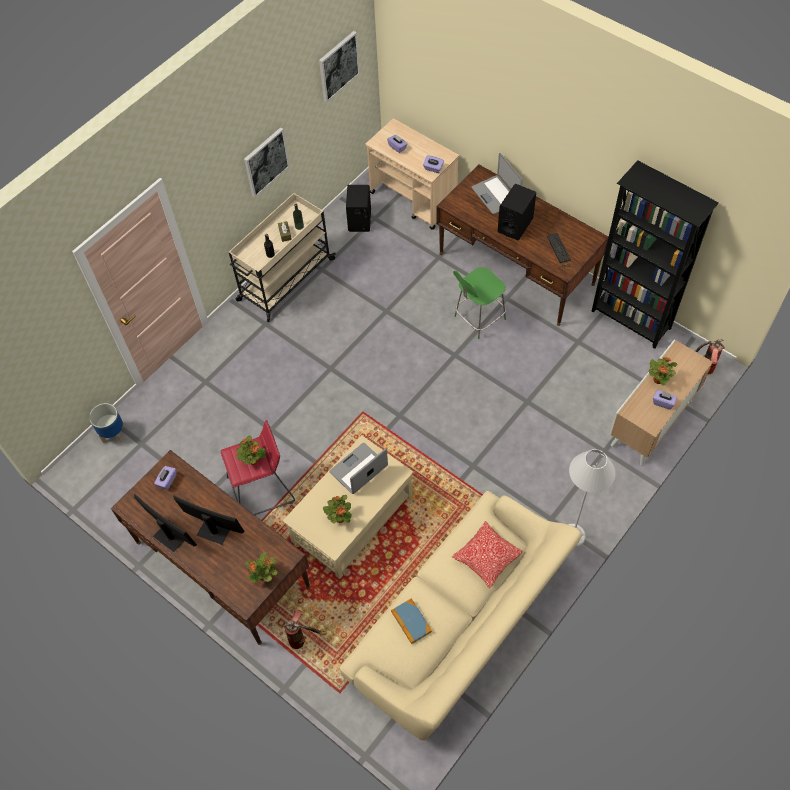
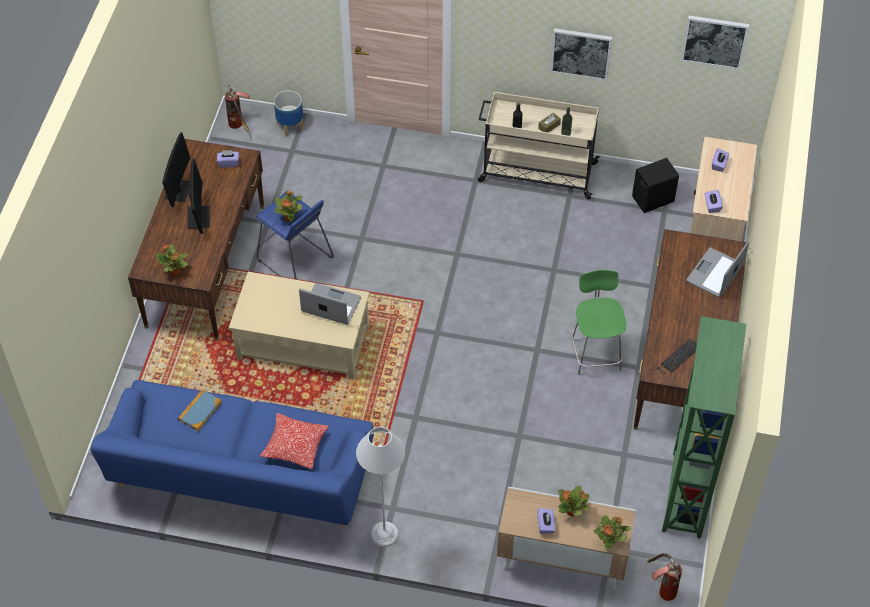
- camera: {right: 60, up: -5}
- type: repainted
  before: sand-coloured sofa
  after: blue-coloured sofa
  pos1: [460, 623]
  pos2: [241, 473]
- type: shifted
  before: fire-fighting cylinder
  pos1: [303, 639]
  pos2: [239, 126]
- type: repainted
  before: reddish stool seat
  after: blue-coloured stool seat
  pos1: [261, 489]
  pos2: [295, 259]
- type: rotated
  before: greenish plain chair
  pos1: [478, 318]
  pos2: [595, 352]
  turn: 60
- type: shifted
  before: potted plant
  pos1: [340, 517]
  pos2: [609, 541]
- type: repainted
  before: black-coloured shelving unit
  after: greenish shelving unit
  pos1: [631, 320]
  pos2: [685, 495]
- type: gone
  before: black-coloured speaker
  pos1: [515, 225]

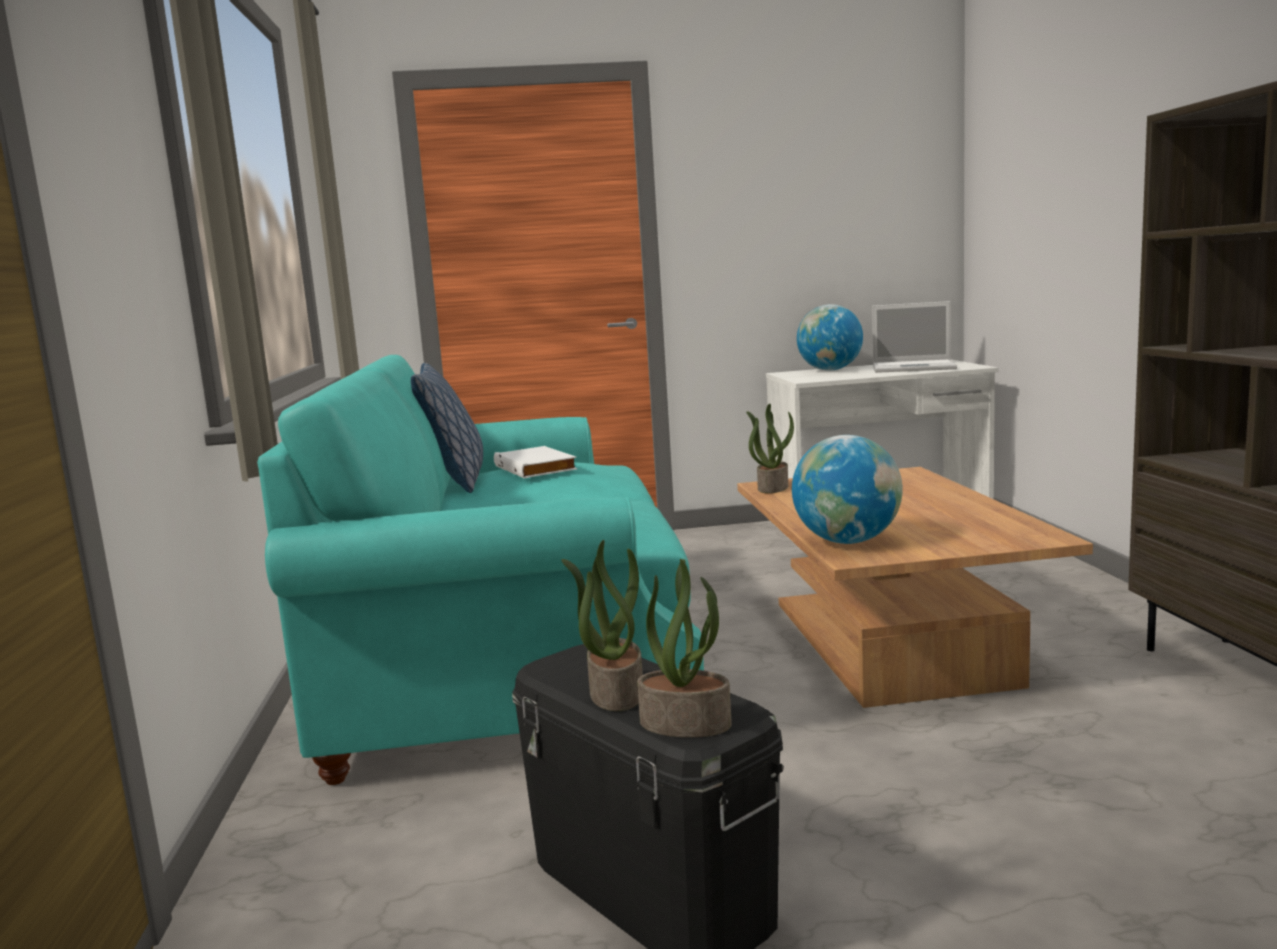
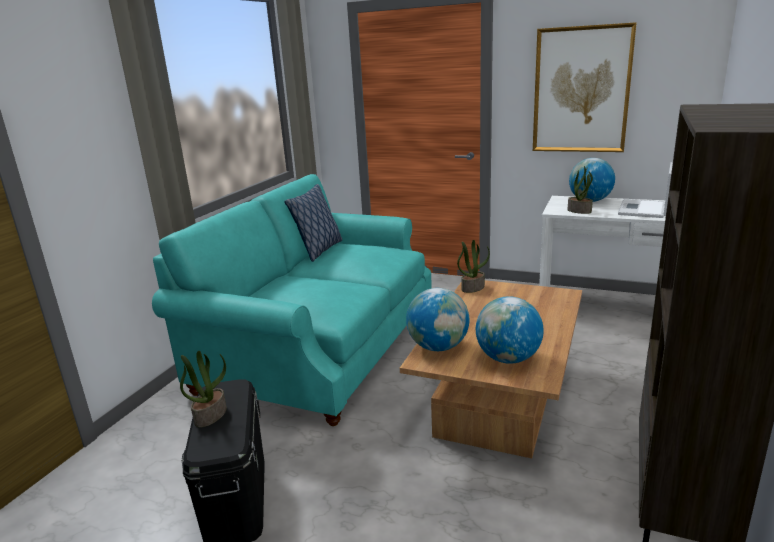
- camera: {right: 30, up: 10}
- type: new
  after: globe
  pos2: [508, 359]
- type: new
  after: wall picture
  pos2: [581, 90]
- type: shifted
  before: potted plant
  pos1: [687, 723]
  pos2: [580, 211]
- type: rotated
  before: portable computer
  pos1: [915, 367]
  pos2: [643, 209]
  turn: 75
- type: gone
  before: white bound book
  pos1: [537, 467]

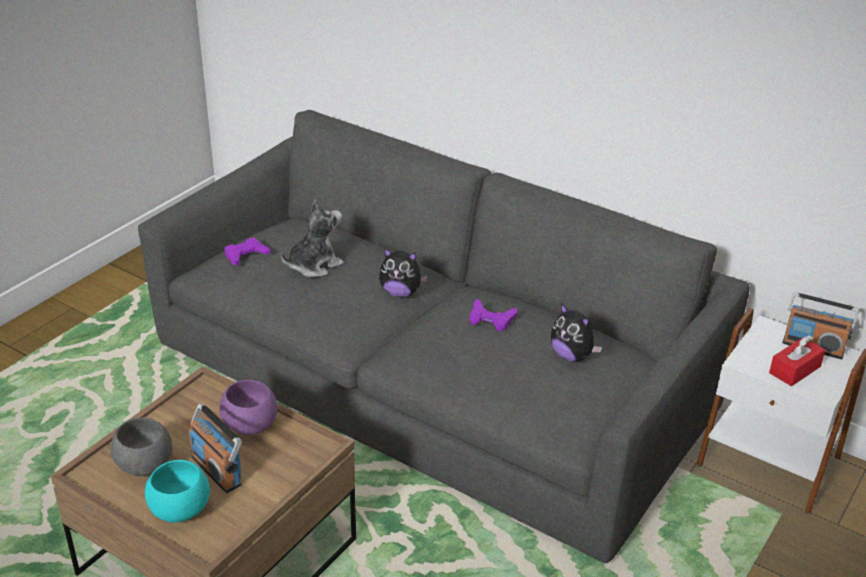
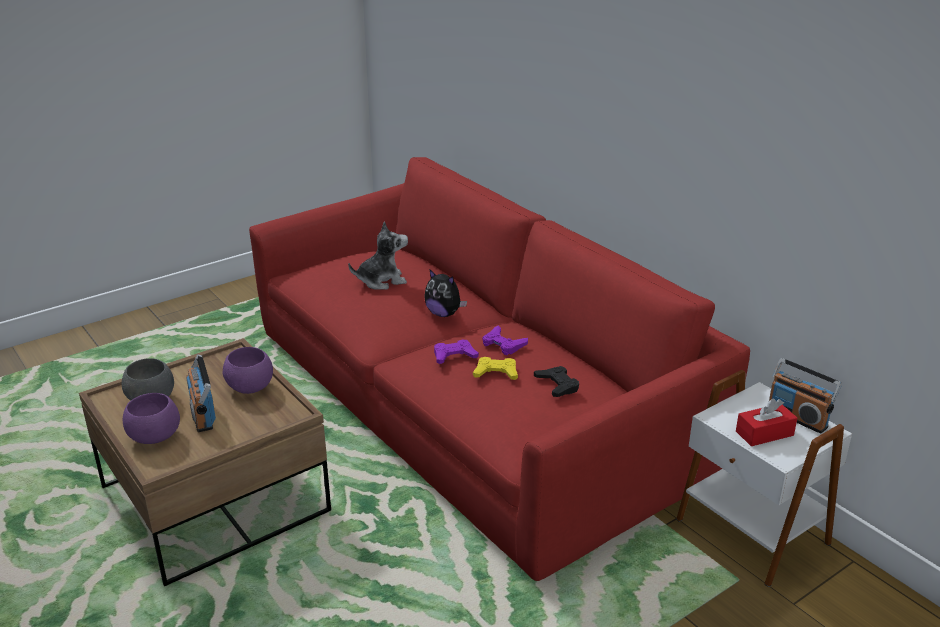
- camera: {right: 20, up: -5}
- type: repainted
  before: blue-green bowl
  after: purple bowl
  pos1: [179, 510]
  pos2: [154, 437]
- type: repainted
  before: grey sofa
  after: reddish sofa
  pos1: [431, 378]
  pos2: [470, 400]
- type: shifted
  before: purple gamepad
  pos1: [246, 255]
  pos2: [454, 356]
- type: new
  after: yellow-coloured gamepad
  pos2: [496, 373]
- type: swapped
  before: plush toy
  after: black-coloured gamepad
  pos1: [572, 356]
  pos2: [557, 385]

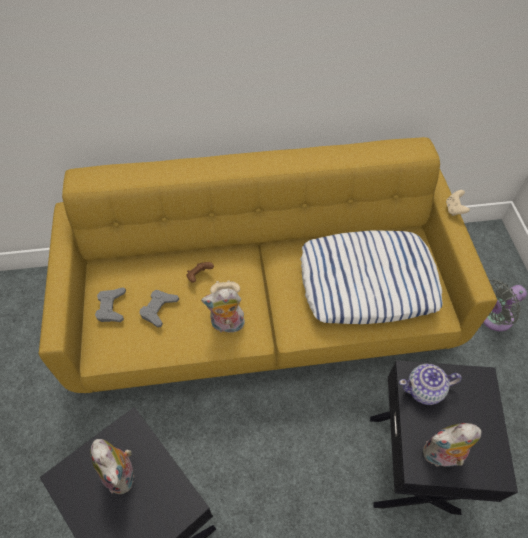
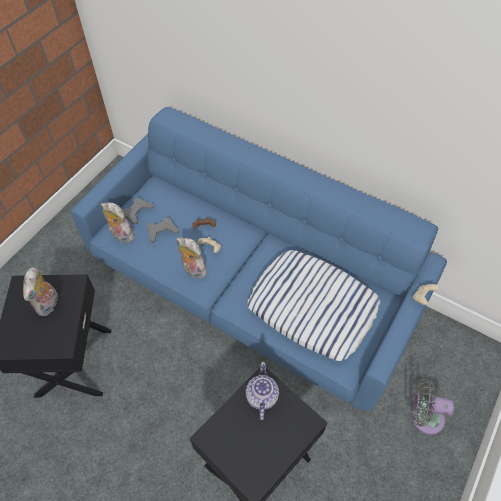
- camera: {right: 40, up: 0}
- type: repainted
  before: yellow-coloured sofa
  after: blue-coloured sofa
  pos1: [264, 312]
  pos2: [251, 288]
- type: shifted
  before: plush toy
  pos1: [441, 456]
  pos2: [121, 235]
- type: rotated
  before: teapot
  pos1: [424, 390]
  pos2: [261, 397]
  turn: 60

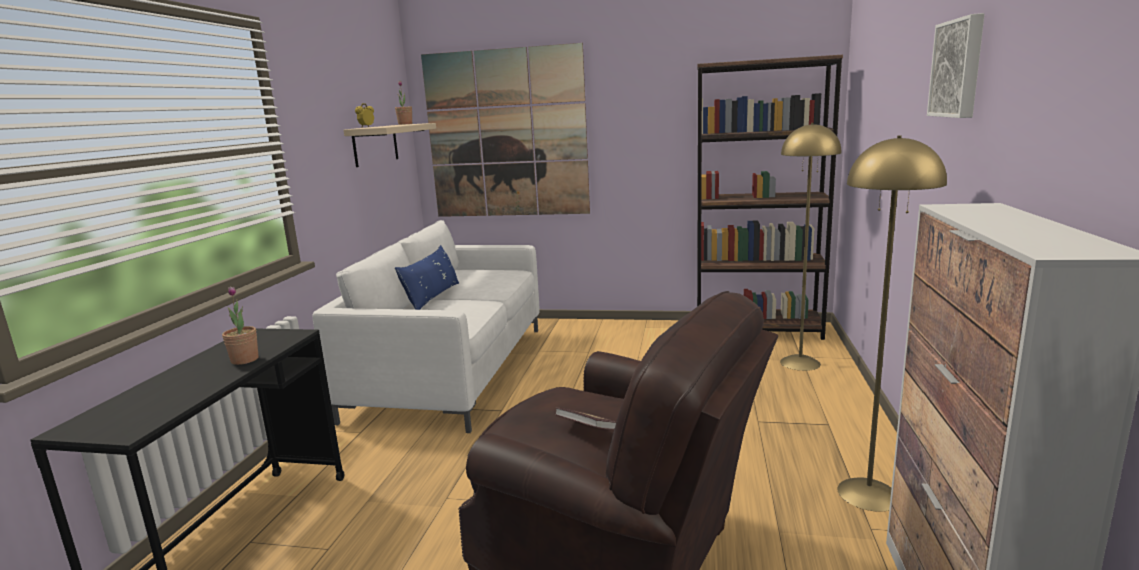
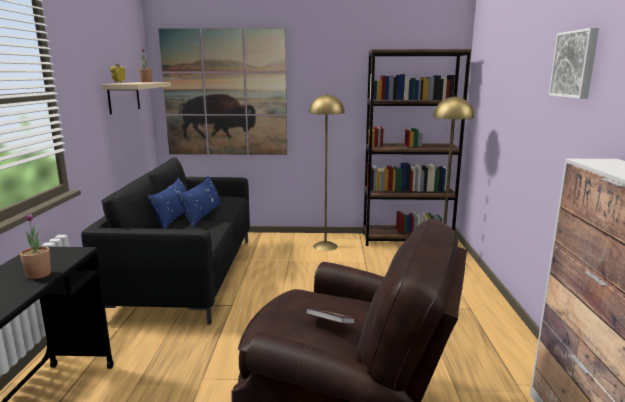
- camera: {right: -10, up: 0}
- type: repainted
  before: white sofa
  after: black-coloured sofa
  pos1: [452, 373]
  pos2: [186, 276]
- type: new
  after: blue-coloured cushion
  pos2: [202, 215]
- type: shifted
  before: yellow-coloured standard lamp
  pos1: [868, 493]
  pos2: [325, 246]

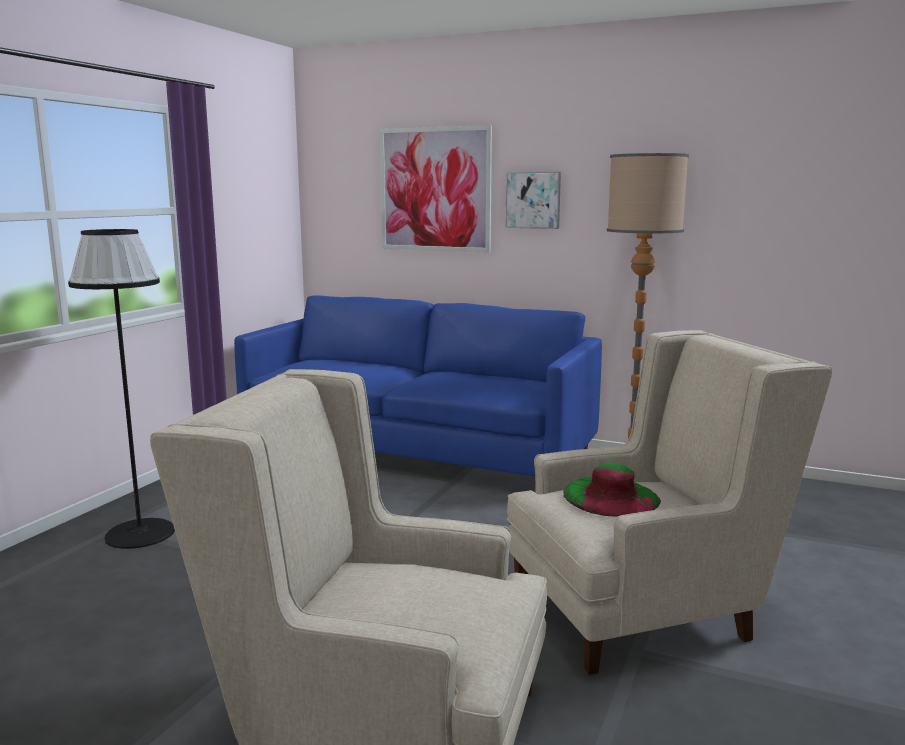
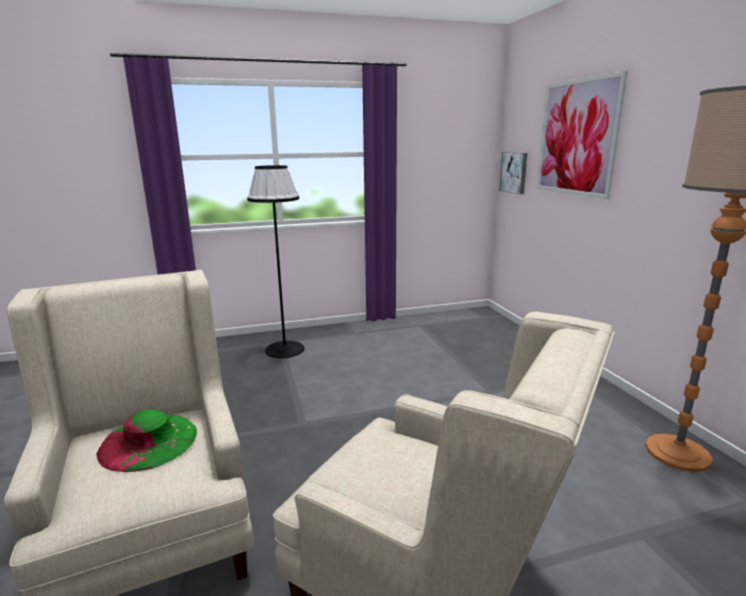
- camera: {right: 50, up: 5}
- type: shifted
  before: greenish hat
  pos1: [611, 497]
  pos2: [148, 442]
- type: shifted
  before: wall picture
  pos1: [533, 200]
  pos2: [514, 172]
- type: gone
  before: blue-coloured sofa
  pos1: [418, 451]

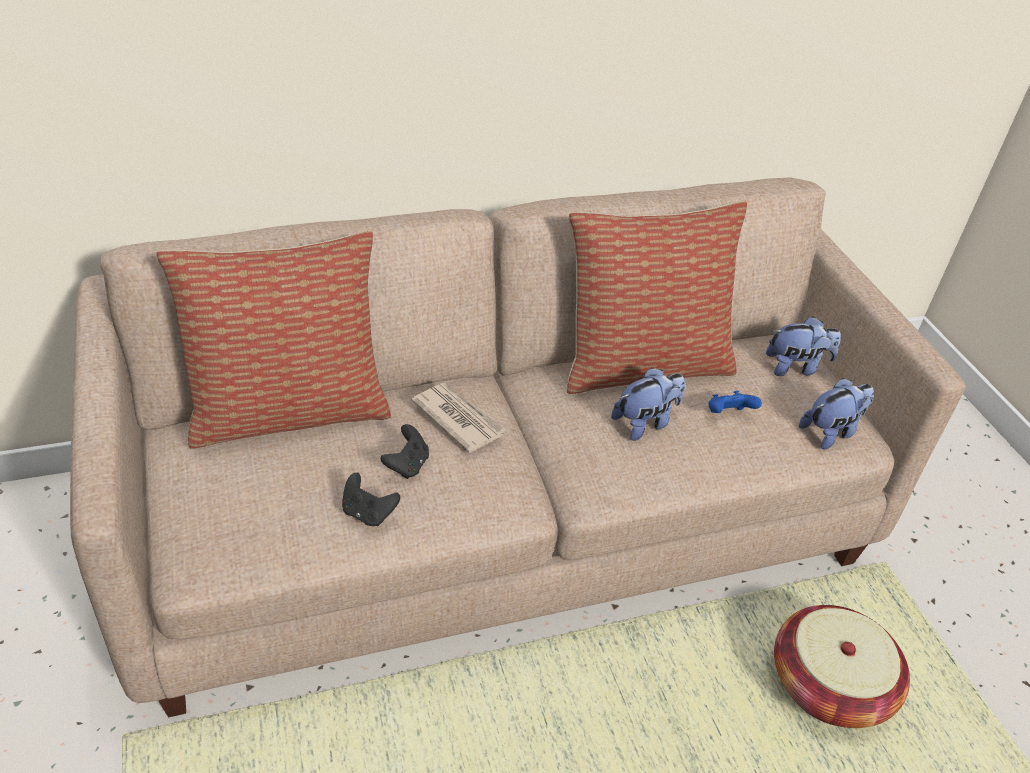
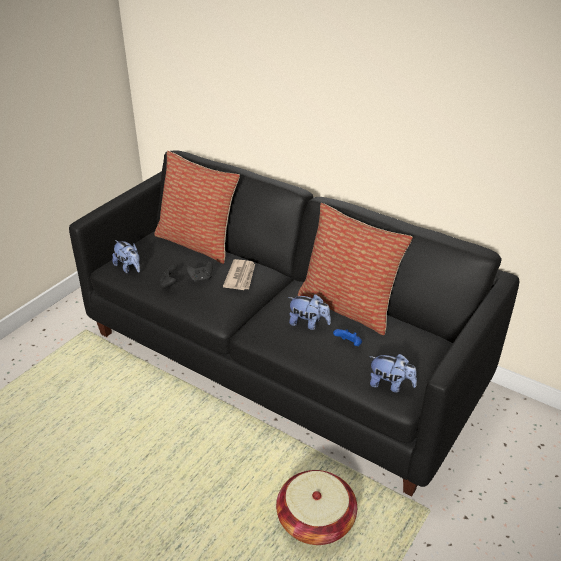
- camera: {right: 55, up: -5}
- type: repainted
  before: sand-coloured sofa
  after: black-coloured sofa
  pos1: [502, 519]
  pos2: [281, 359]
- type: shifted
  before: plush toy
  pos1: [795, 367]
  pos2: [129, 268]

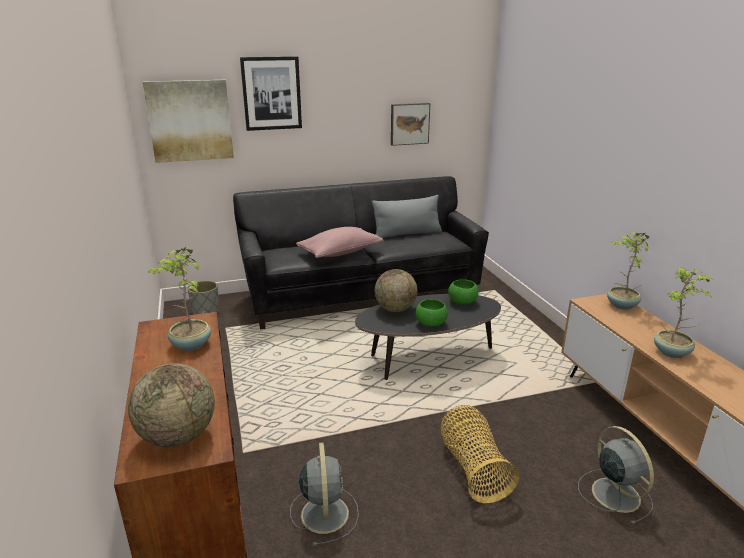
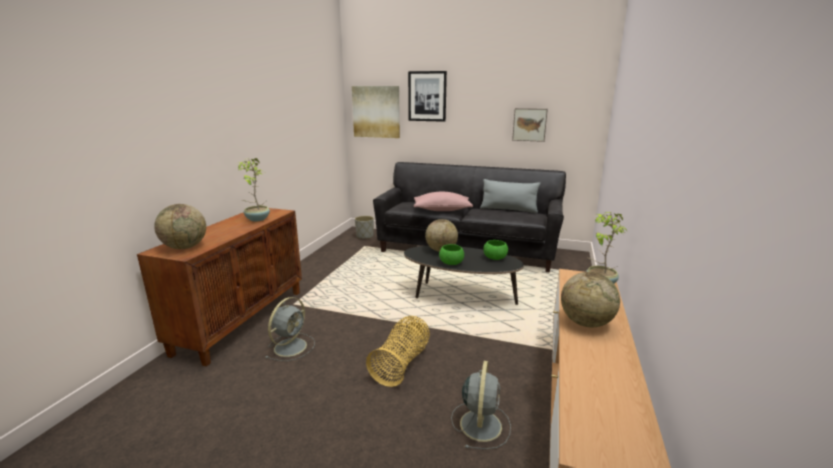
- camera: {right: 35, up: -5}
- type: swapped
  before: potted plant
  after: globe
  pos1: [672, 352]
  pos2: [585, 323]

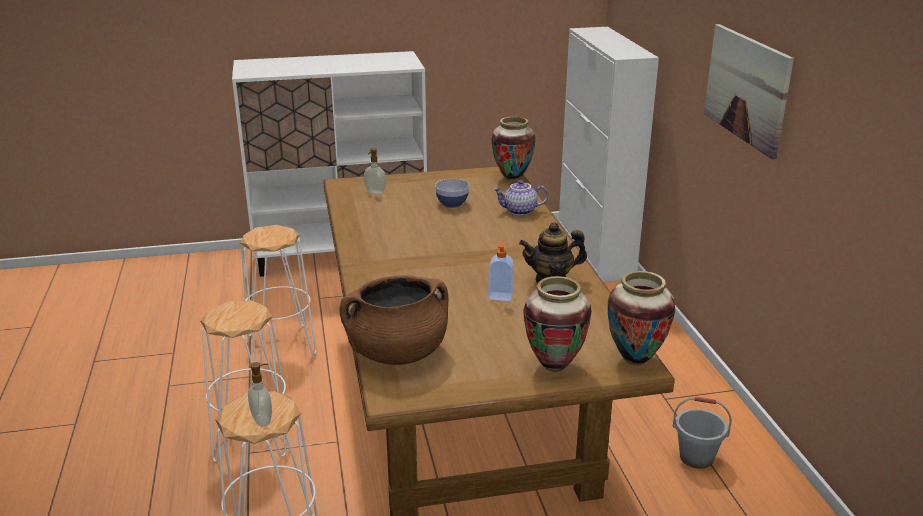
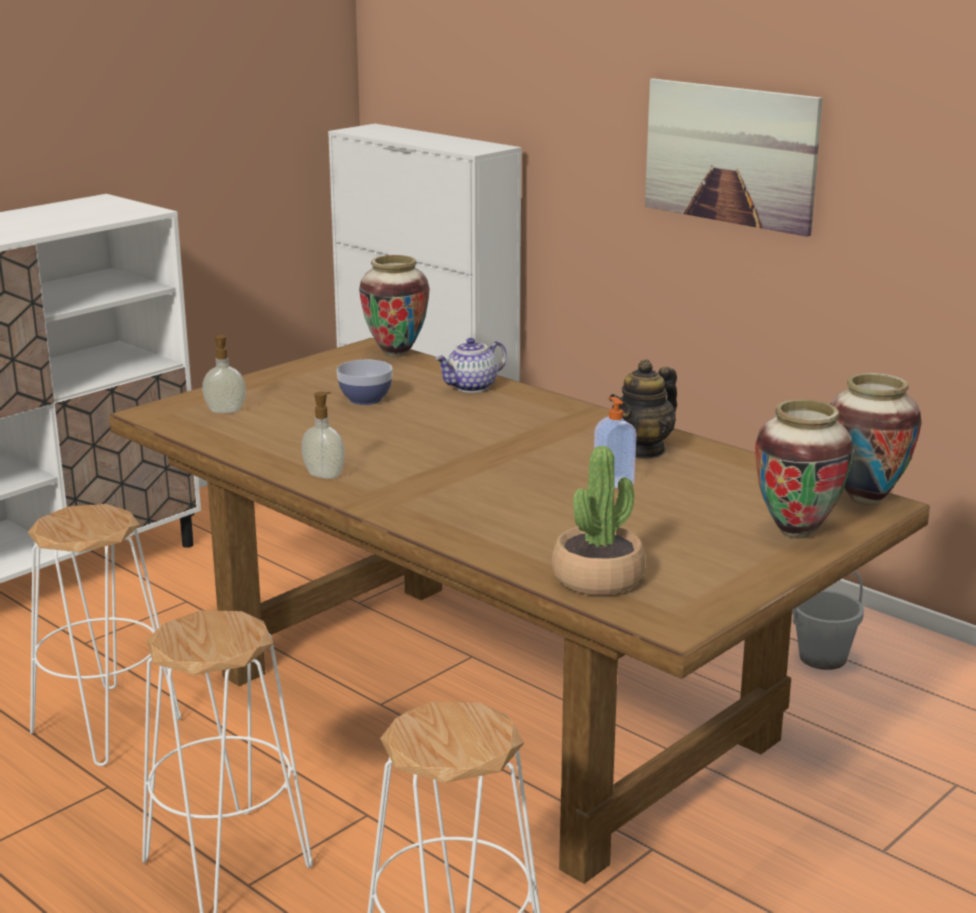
- camera: {right: -35, up: -5}
- type: shifted
  before: liquid soap bottle
  pos1: [263, 420]
  pos2: [325, 475]
- type: swapped
  before: brown stockpot
  after: potted plant
  pos1: [397, 353]
  pos2: [598, 578]

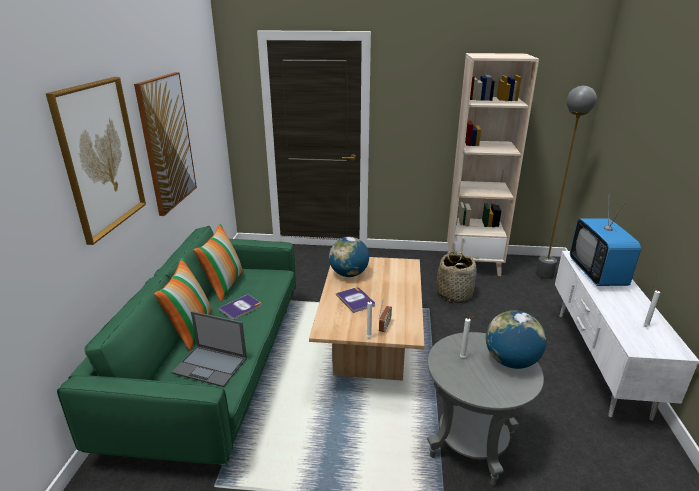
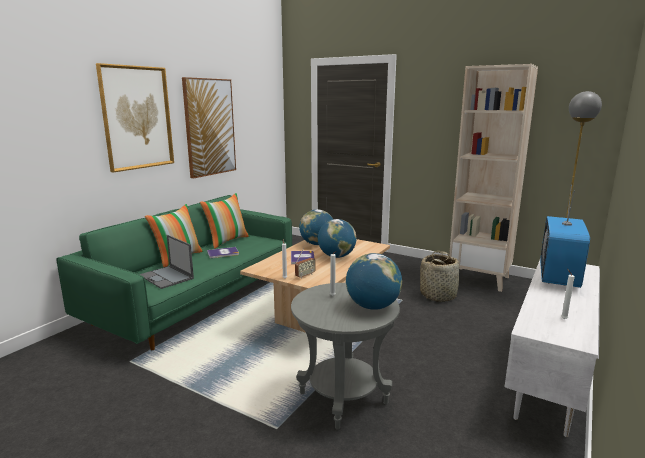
- camera: {right: 25, up: -10}
- type: new
  after: globe
  pos2: [336, 256]

